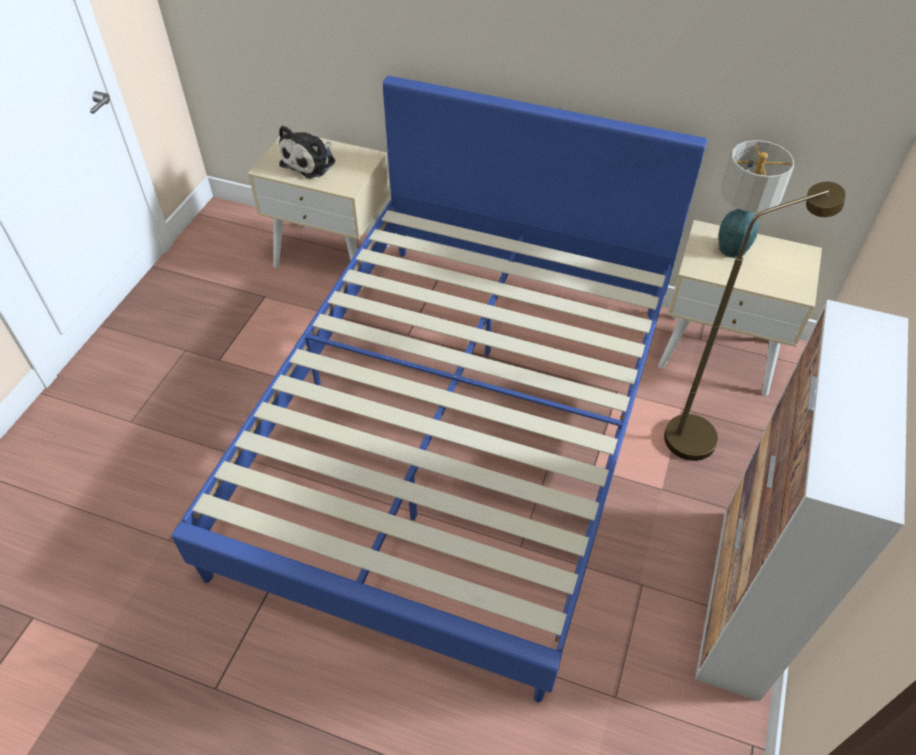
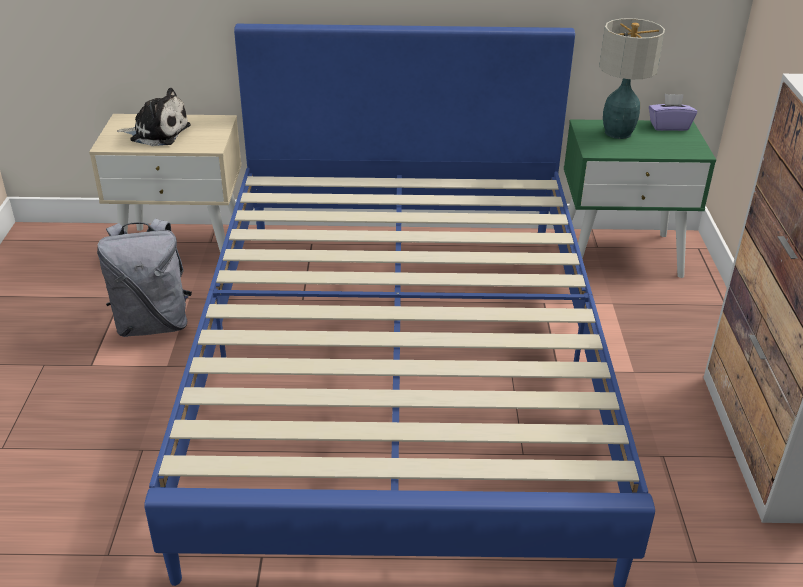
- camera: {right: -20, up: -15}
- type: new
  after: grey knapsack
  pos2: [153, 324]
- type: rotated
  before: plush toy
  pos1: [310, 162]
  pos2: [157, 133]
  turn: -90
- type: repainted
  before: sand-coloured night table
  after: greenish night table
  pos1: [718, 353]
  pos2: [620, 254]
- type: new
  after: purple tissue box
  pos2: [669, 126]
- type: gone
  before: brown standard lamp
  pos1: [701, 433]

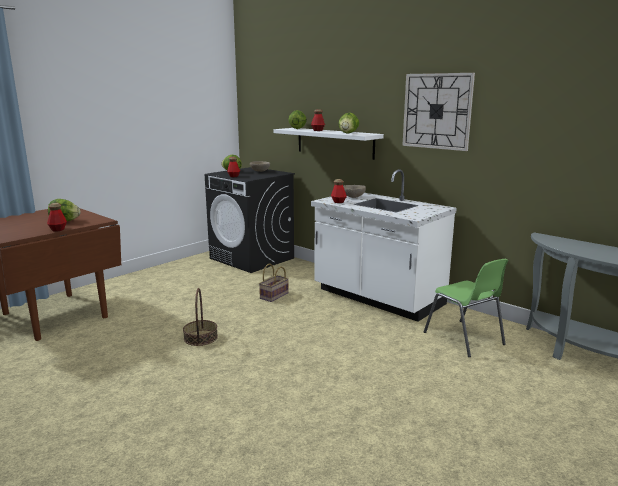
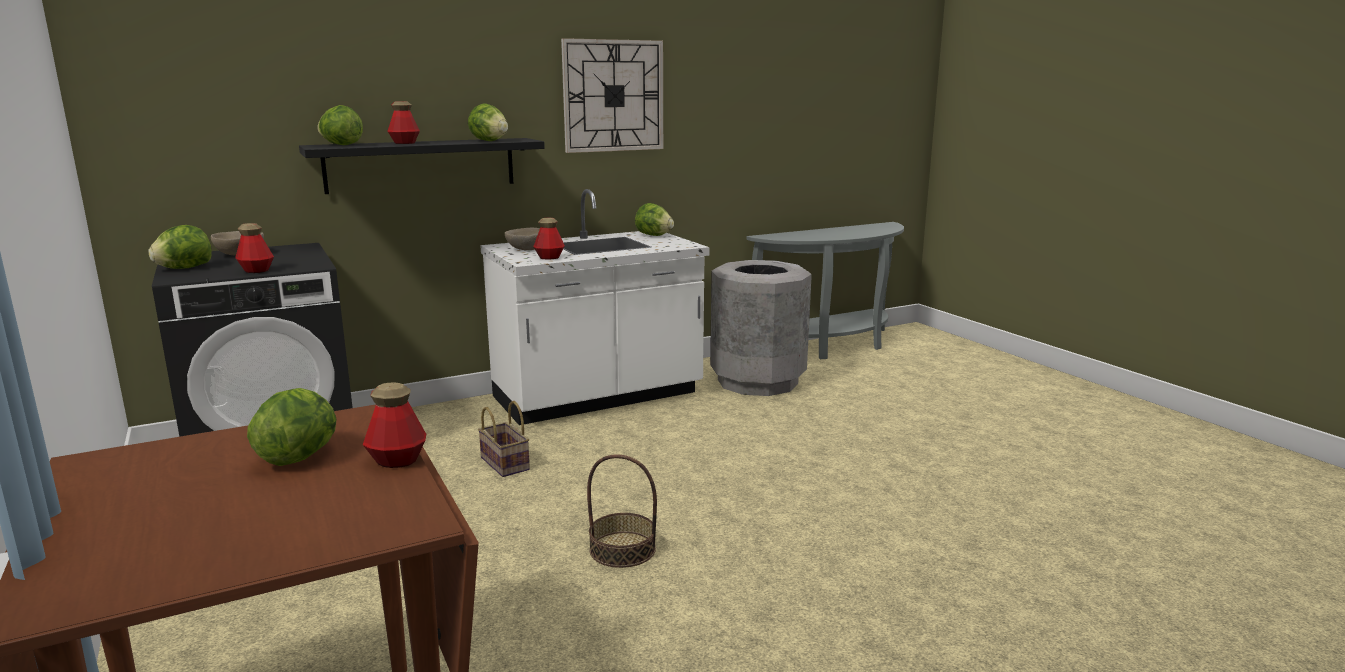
- camera: {right: -70, up: 0}
- type: repainted
  before: white bracket shelf
  after: black-coloured bracket shelf
  pos1: [334, 143]
  pos2: [421, 165]
- type: new
  after: lettuce head
  pos2: [653, 235]
- type: swapped
  before: greenish plain chair
  after: grey trash can
  pos1: [464, 339]
  pos2: [758, 381]

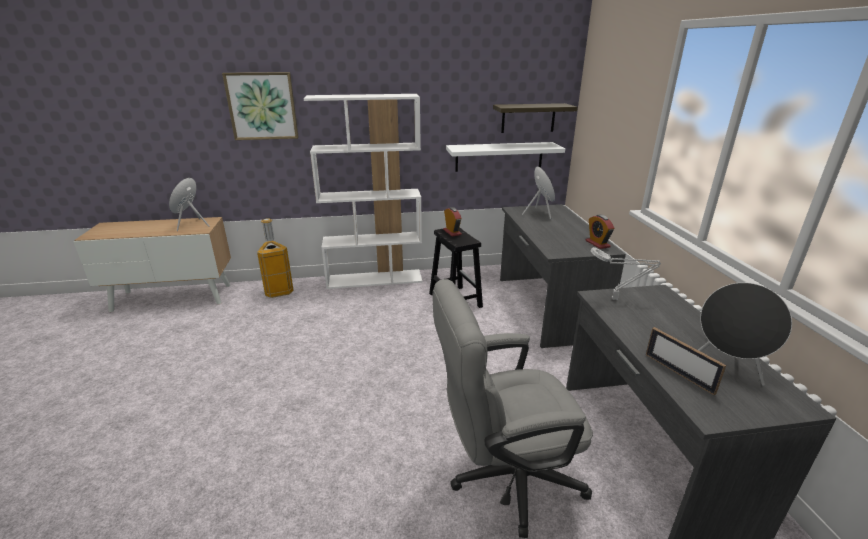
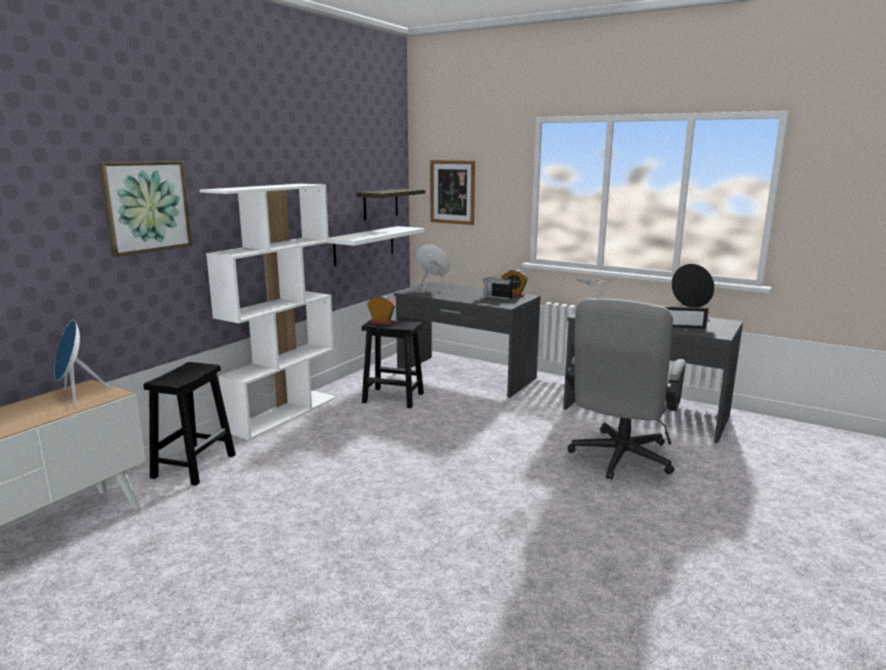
- camera: {right: -50, up: -10}
- type: swapped
  before: trash can
  after: black-coloured stool seat
  pos1: [279, 291]
  pos2: [194, 465]
- type: new
  after: wall picture
  pos2: [452, 192]
- type: new
  after: radio
  pos2: [497, 297]

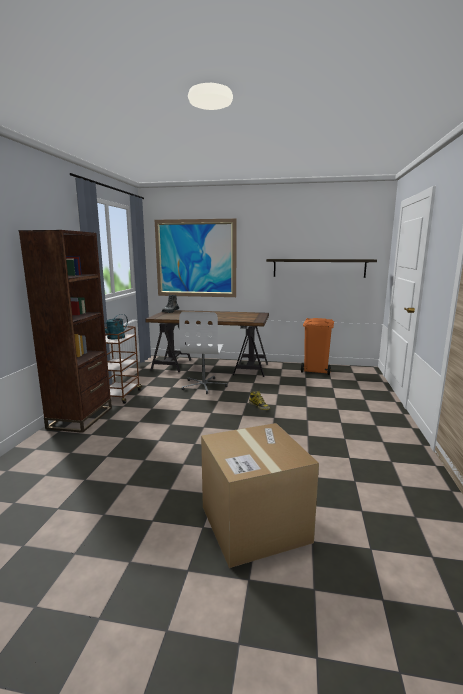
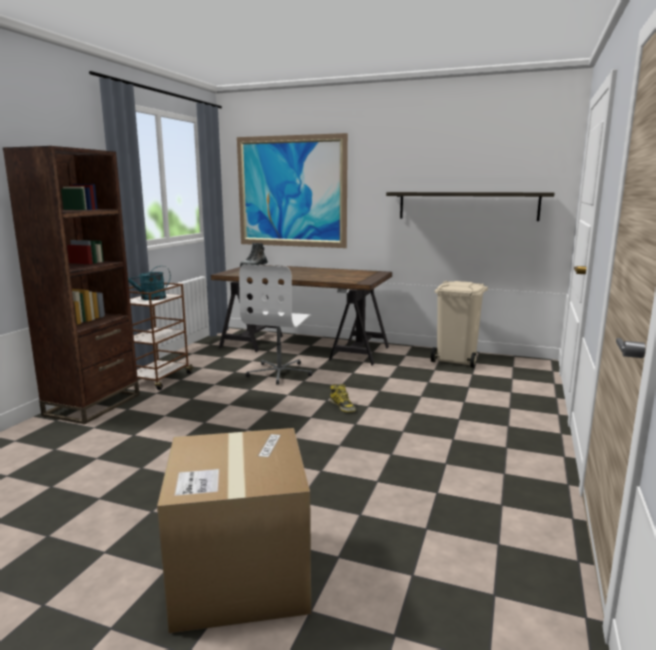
- camera: {right: 10, up: 0}
- type: repainted
  before: orange trash can
  after: sand-coloured trash can
  pos1: [316, 370]
  pos2: [457, 360]

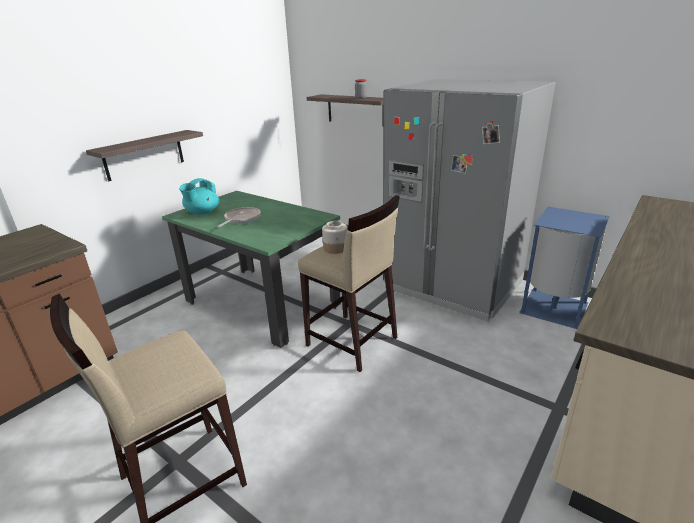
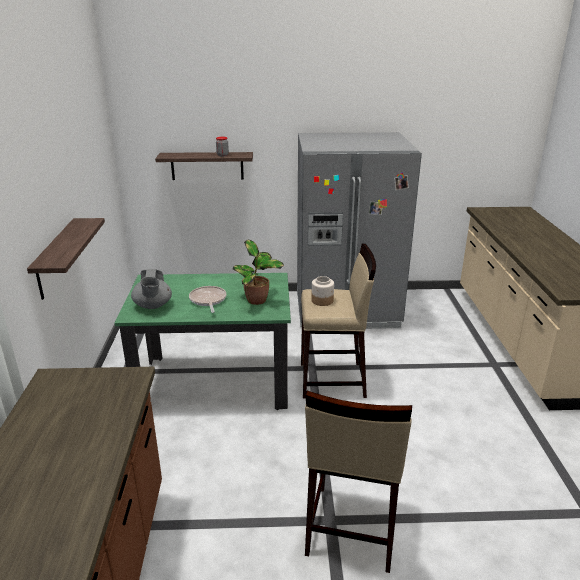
- camera: {right: -40, up: 0}
- type: repainted
  before: blue-green teapot
  after: grey teapot
  pos1: [202, 212]
  pos2: [153, 306]
- type: new
  after: potted plant
  pos2: [257, 300]
- type: gone
  before: blue-coloured trash can
  pos1: [555, 308]

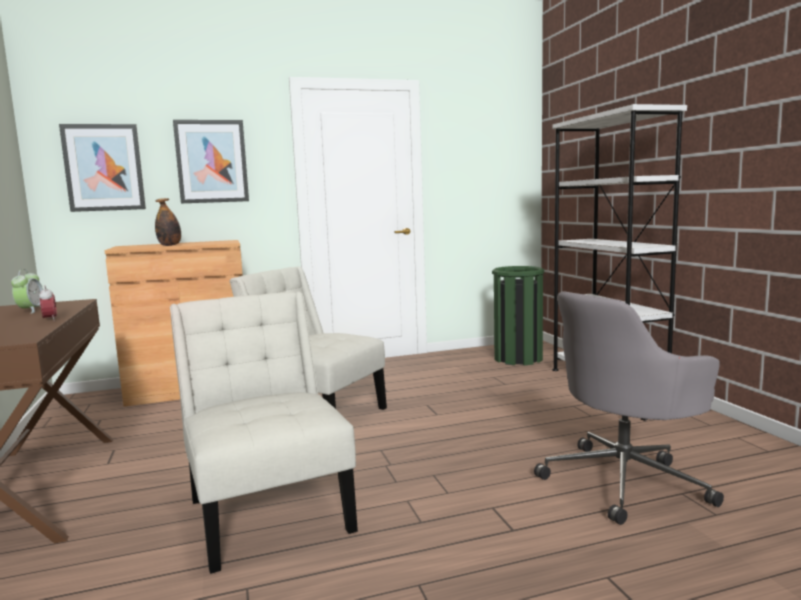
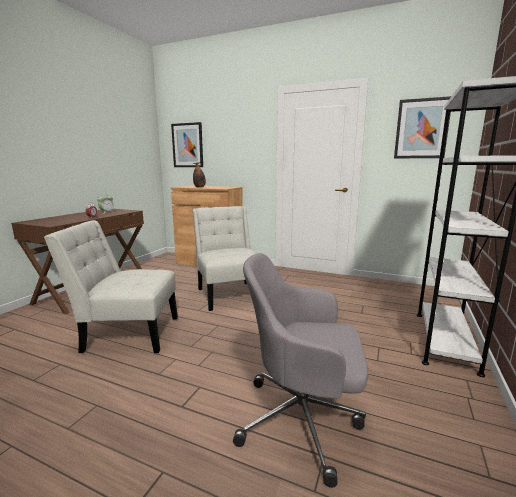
- camera: {right: 40, up: 5}
- type: rotated
  before: white plain chair
  pos1: [268, 510]
  pos2: [127, 333]
  turn: -105
- type: shifted
  before: wall picture
  pos1: [212, 161]
  pos2: [421, 129]
- type: gone
  before: greenish trash can
  pos1: [518, 358]

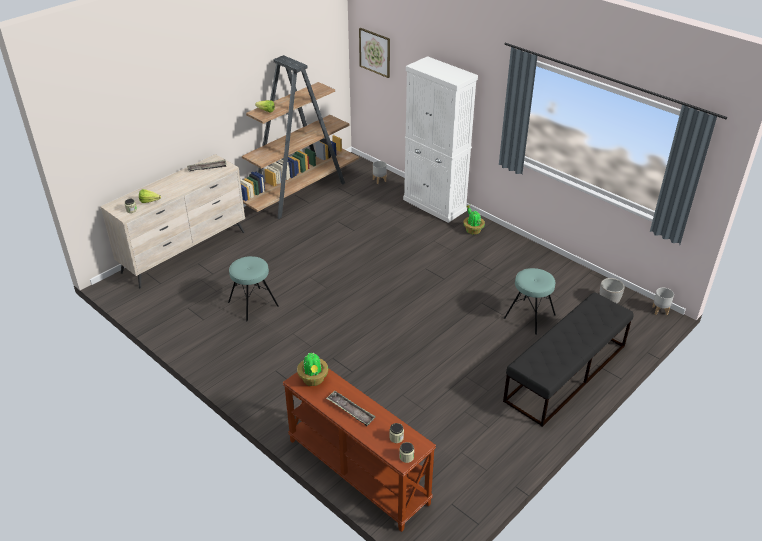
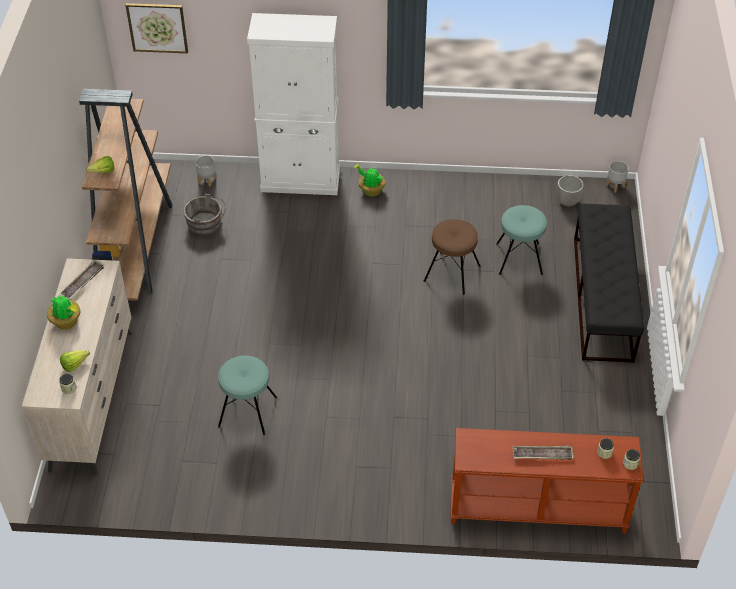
- camera: {right: -40, up: 10}
- type: shifted
  before: potted plant
  pos1: [313, 380]
  pos2: [67, 322]
- type: new
  after: grey bucket
  pos2: [206, 224]
- type: new
  after: brown stool seat
  pos2: [452, 273]

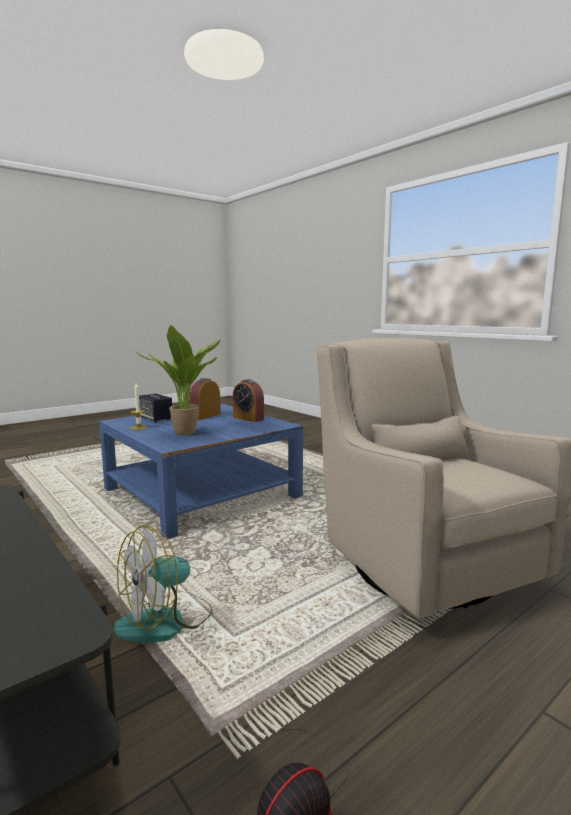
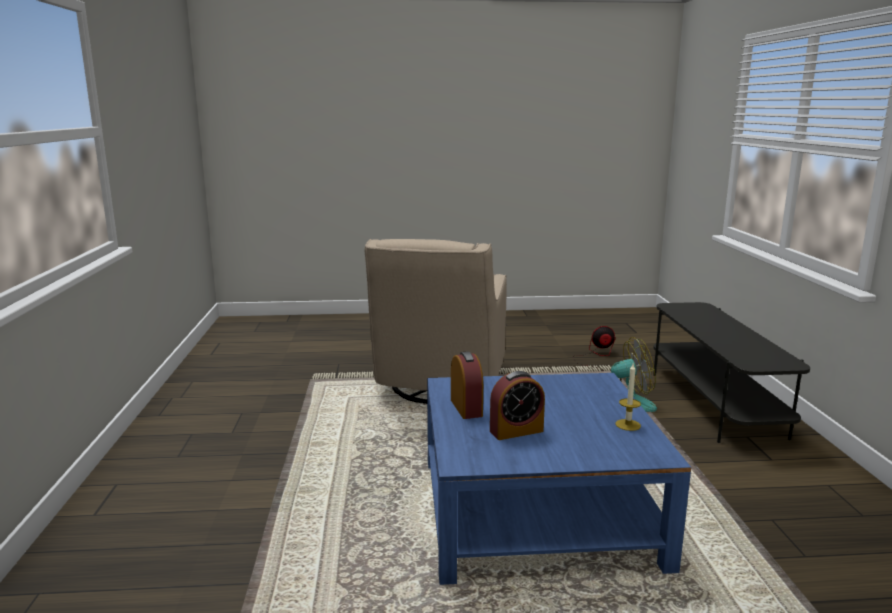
- camera: {right: -145, up: 5}
- type: gone
  before: potted plant
  pos1: [188, 433]
- type: gone
  before: speaker
  pos1: [155, 418]

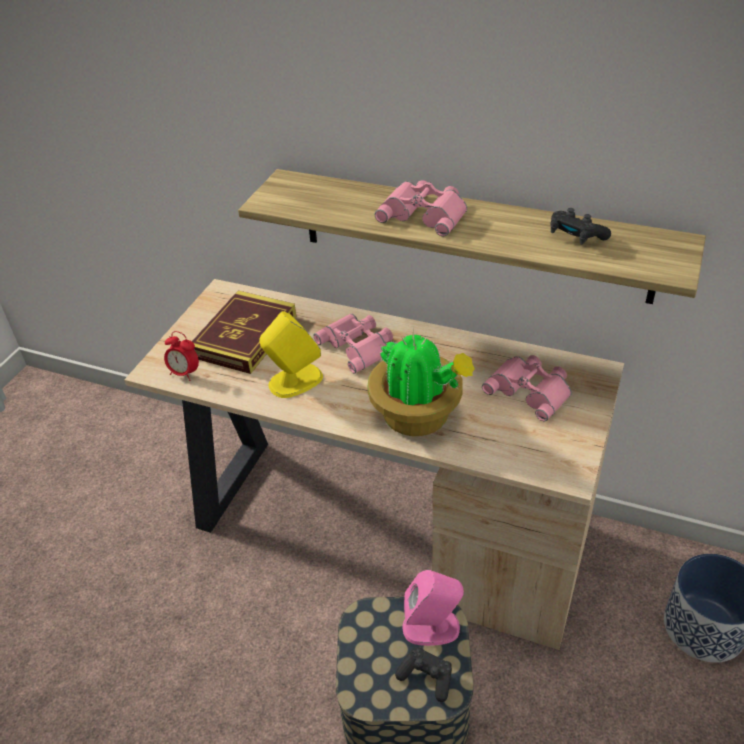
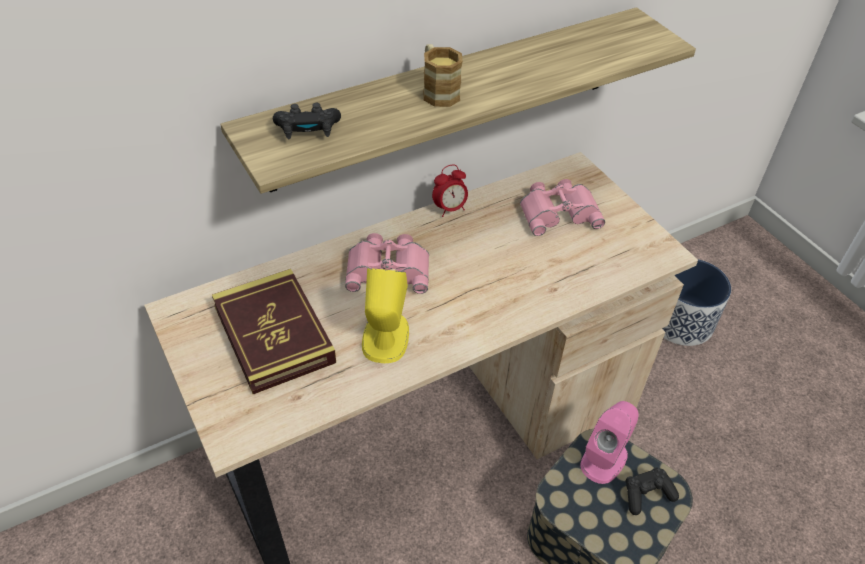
- camera: {right: -55, up: 5}
- type: shifted
  before: black-coloured gamepad
  pos1: [575, 236]
  pos2: [308, 131]
- type: swapped
  before: pink binoculars
  after: coffee mug
  pos1: [425, 213]
  pos2: [437, 91]
- type: shifted
  before: bedside clock
  pos1: [184, 373]
  pos2: [449, 209]
- type: gone
  before: potted plant
  pos1: [418, 417]

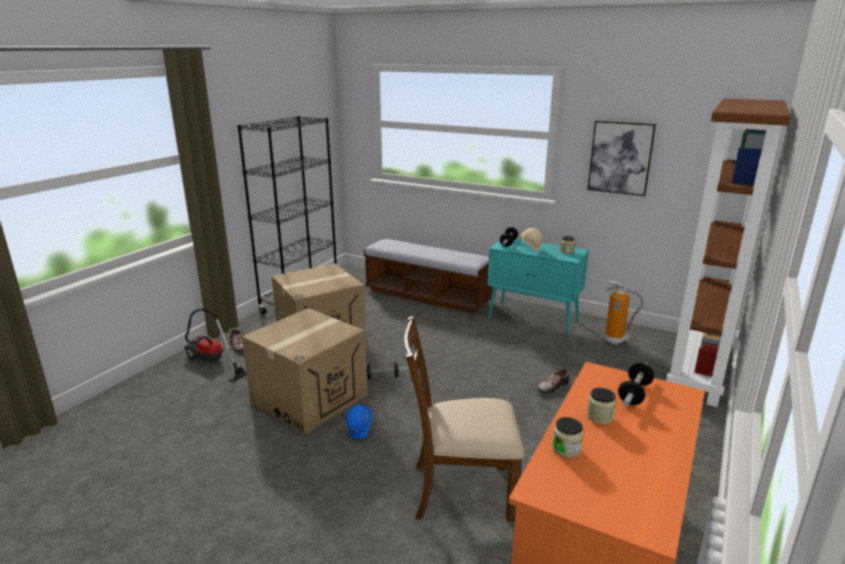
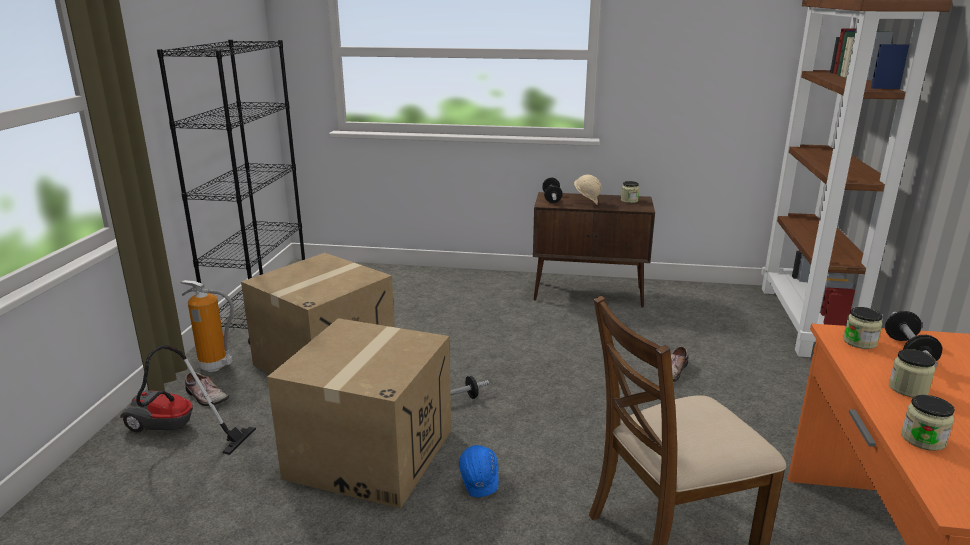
- camera: {right: -20, up: 0}
- type: shifted
  before: fire-fighting cylinder
  pos1: [615, 341]
  pos2: [215, 366]
- type: repainted
  before: blue-green cupboard
  after: brown cupboard
  pos1: [534, 320]
  pos2: [589, 294]
- type: new
  after: jar
  pos2: [859, 342]
- type: gone
  before: indoor bench
  pos1: [427, 296]
- type: gone
  before: wall picture
  pos1: [620, 158]

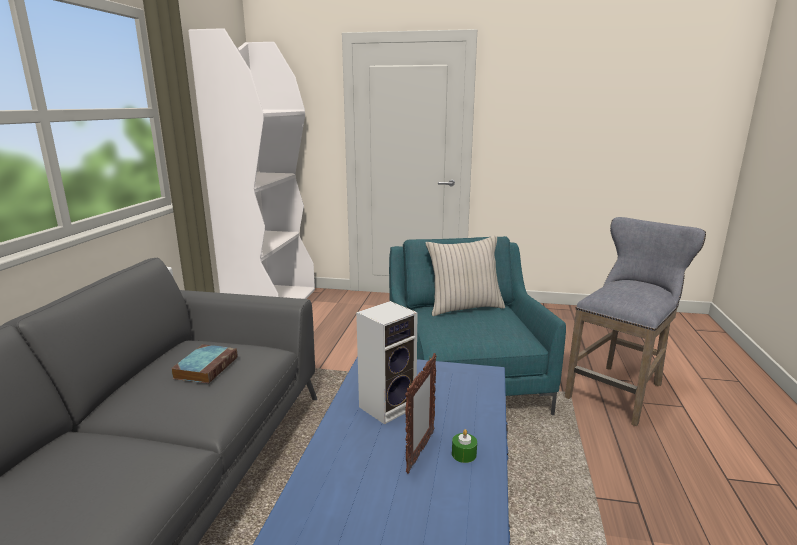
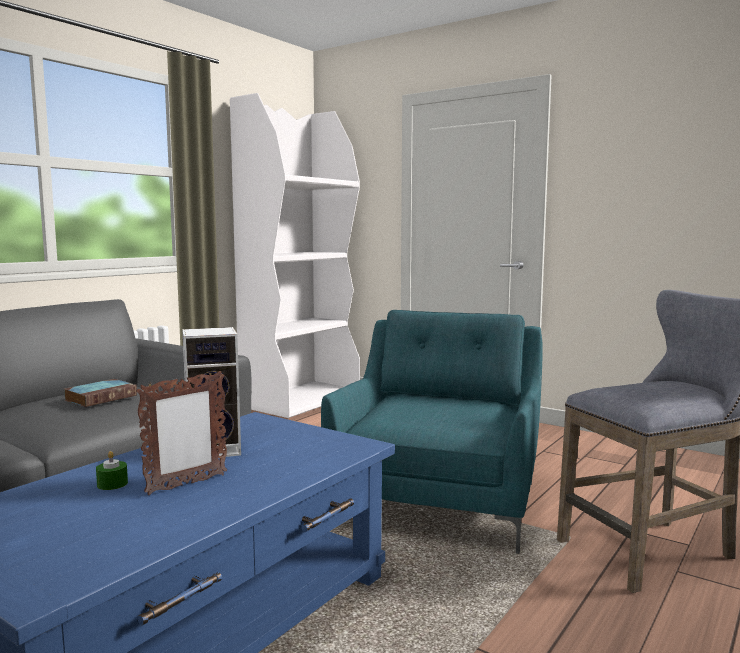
- camera: {right: 25, up: -10}
- type: shifted
  before: greenish wax light
  pos1: [464, 454]
  pos2: [112, 484]
- type: gone
  before: sand-coloured cushion
  pos1: [464, 308]

